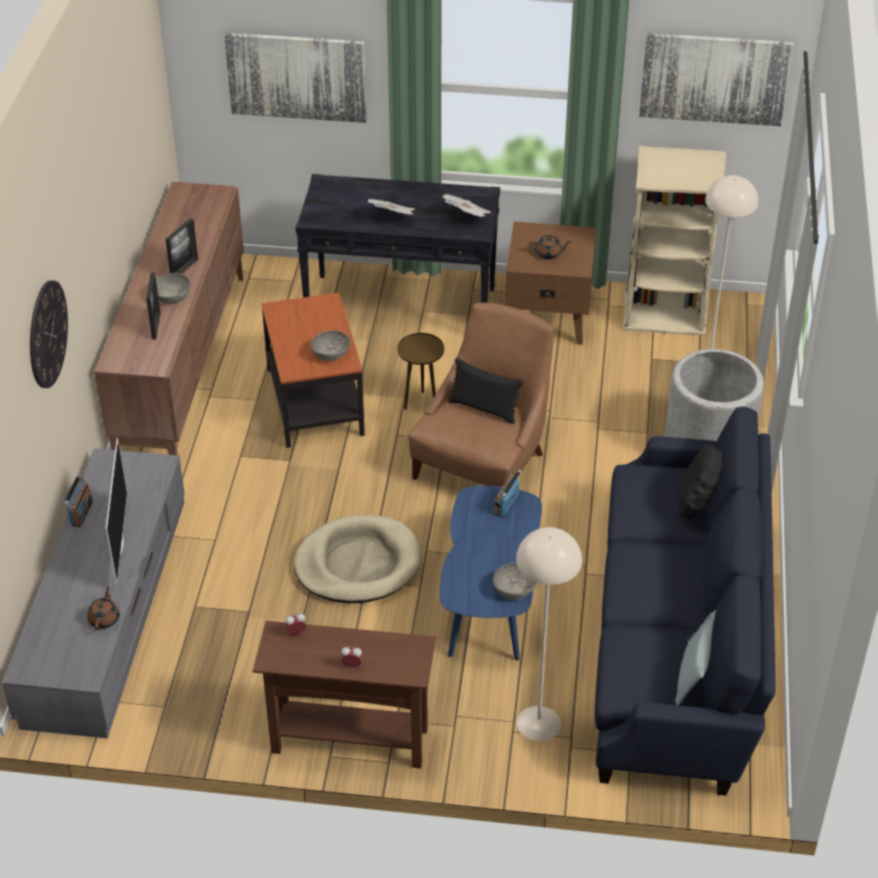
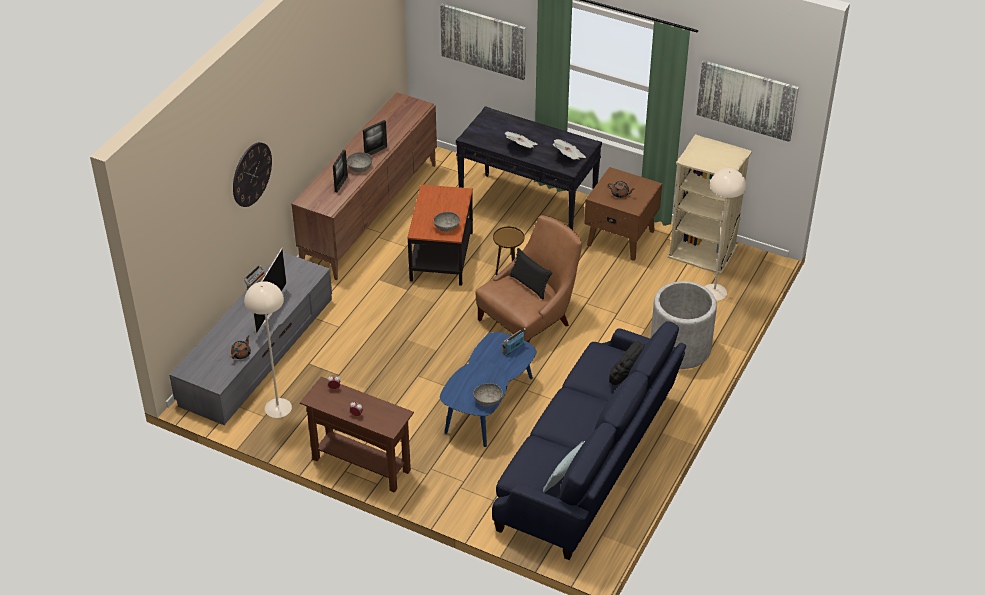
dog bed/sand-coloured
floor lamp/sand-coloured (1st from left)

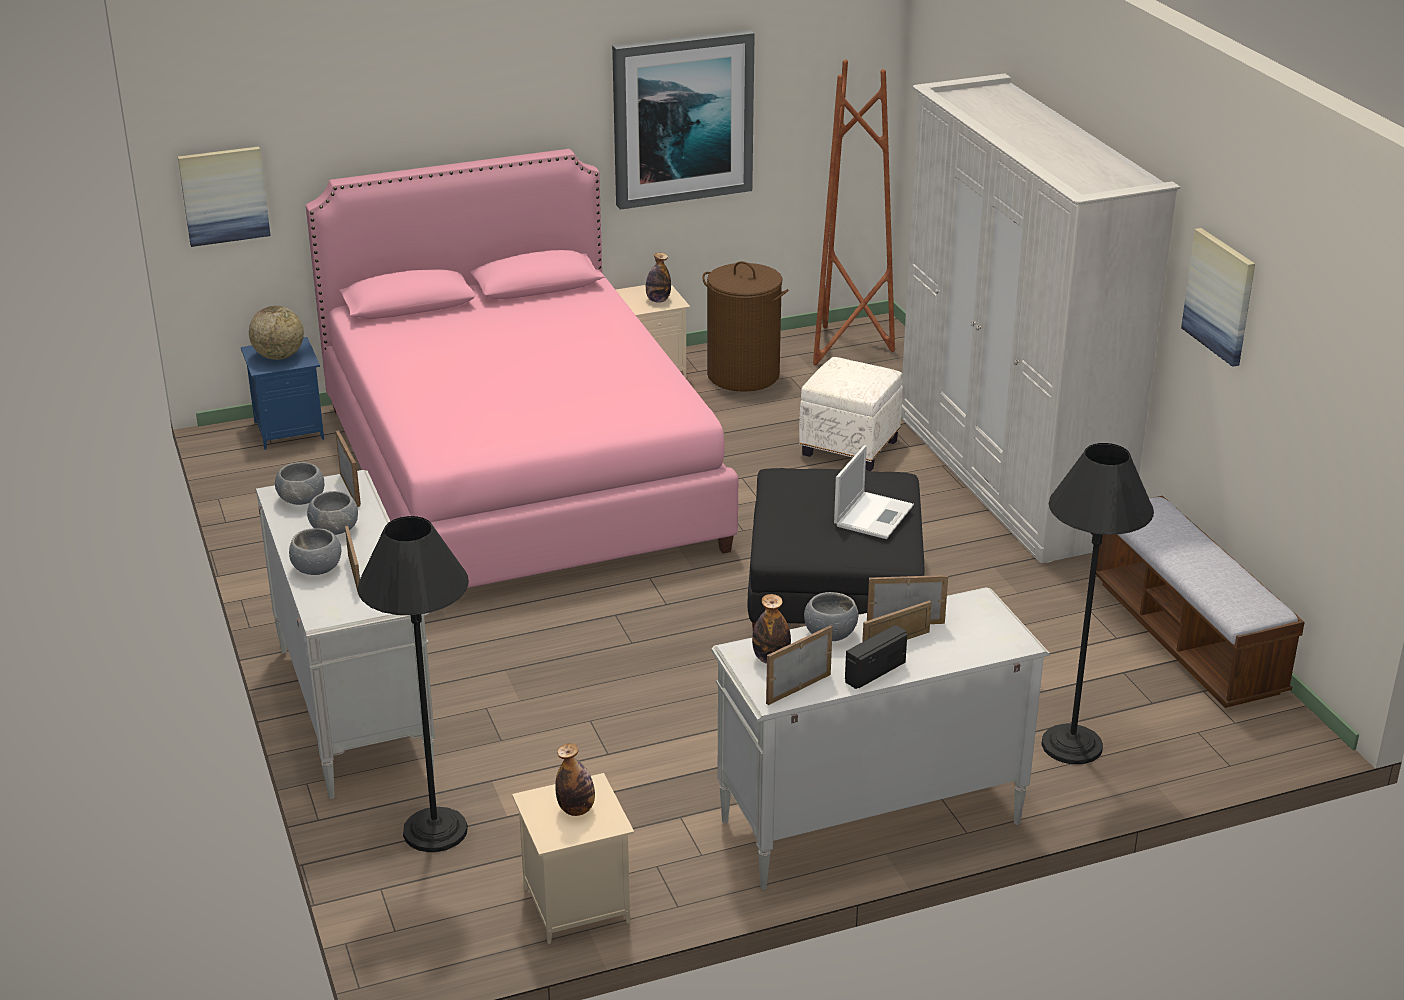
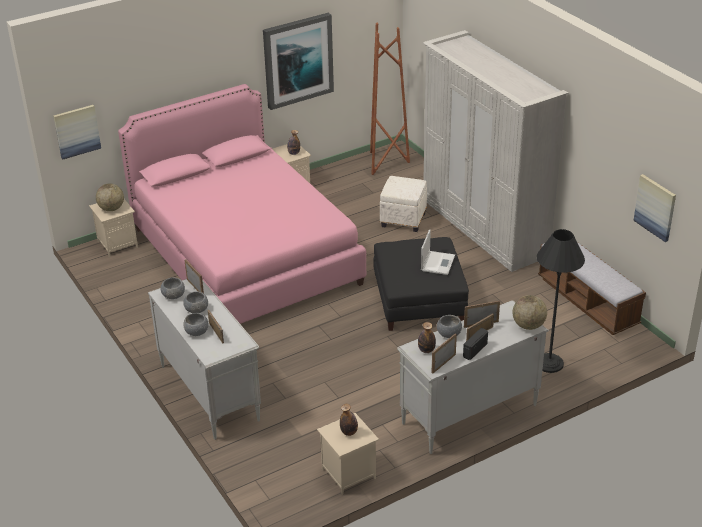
nightstand/sand-coloured (1st from left)
floor lamp/black (1st from left in the first image)
laundry basket/brown-coloured
picture (3rd from left)
world globe (2nd from left)

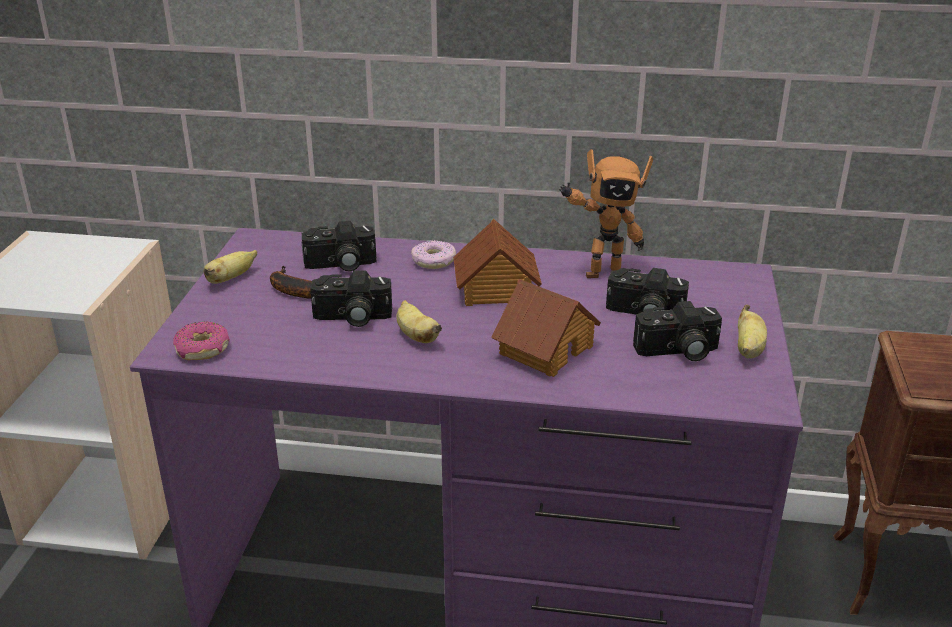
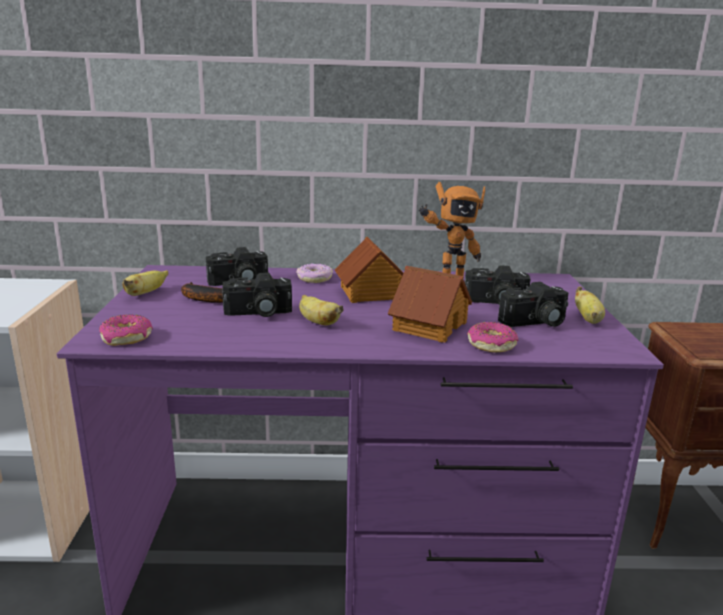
donut (3rd from left)

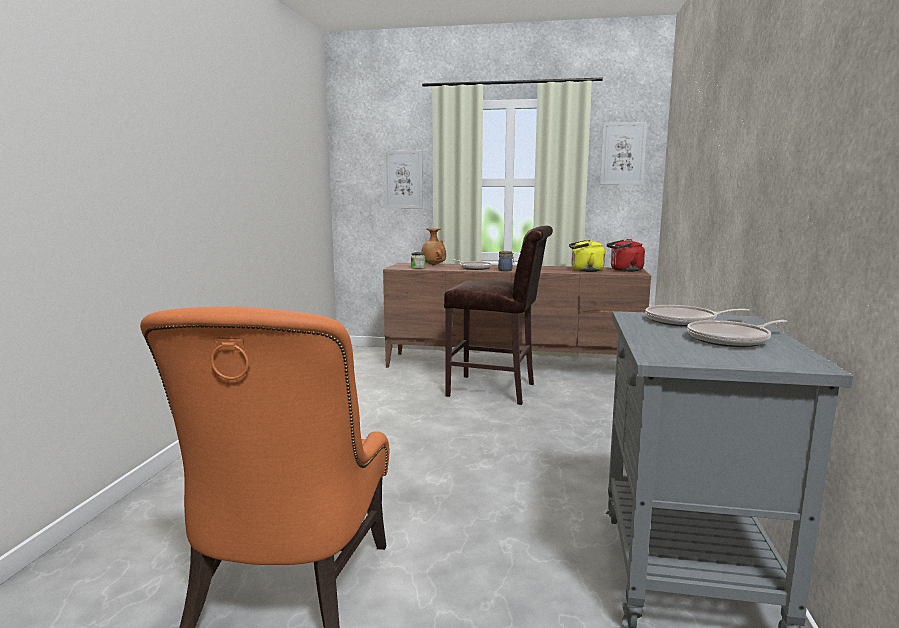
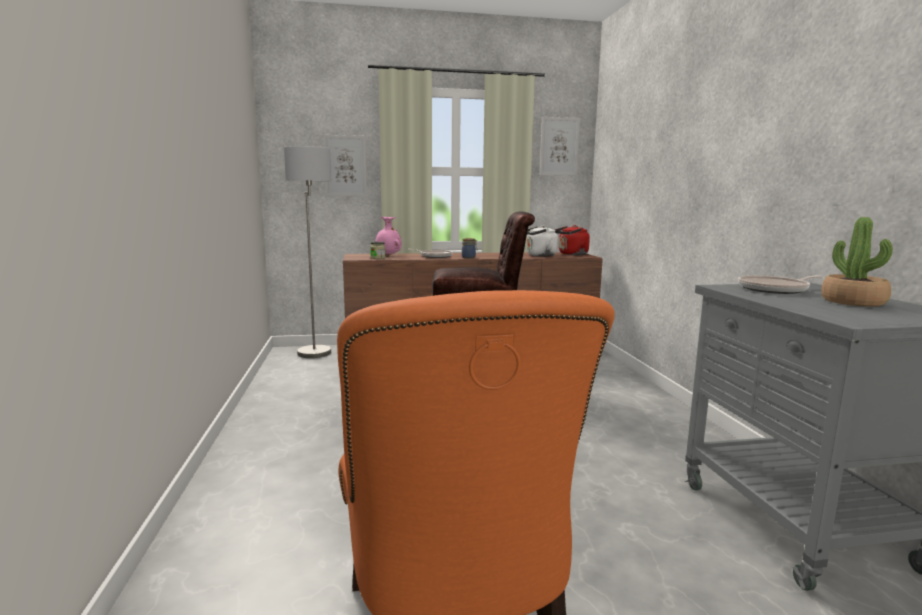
flower vase/pink
tea kettle/white
potted plant
floor lamp/gray

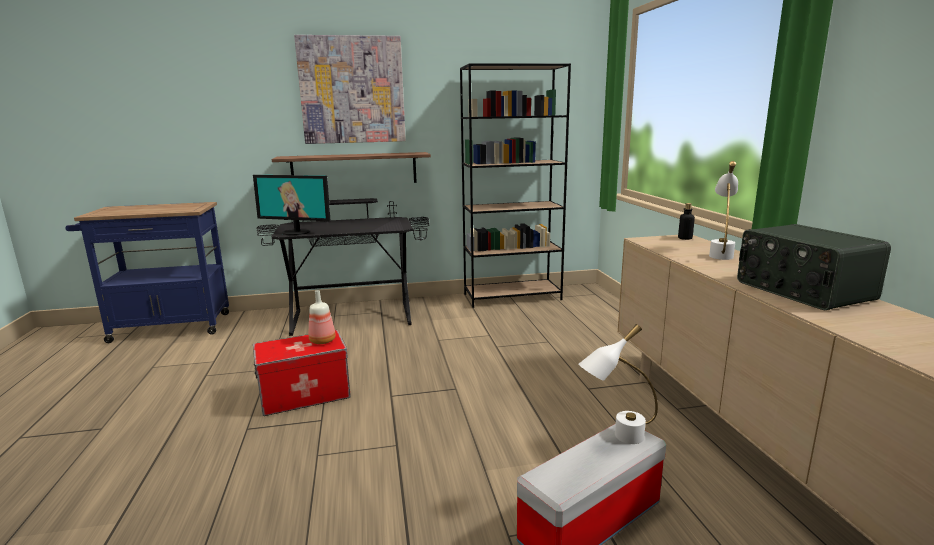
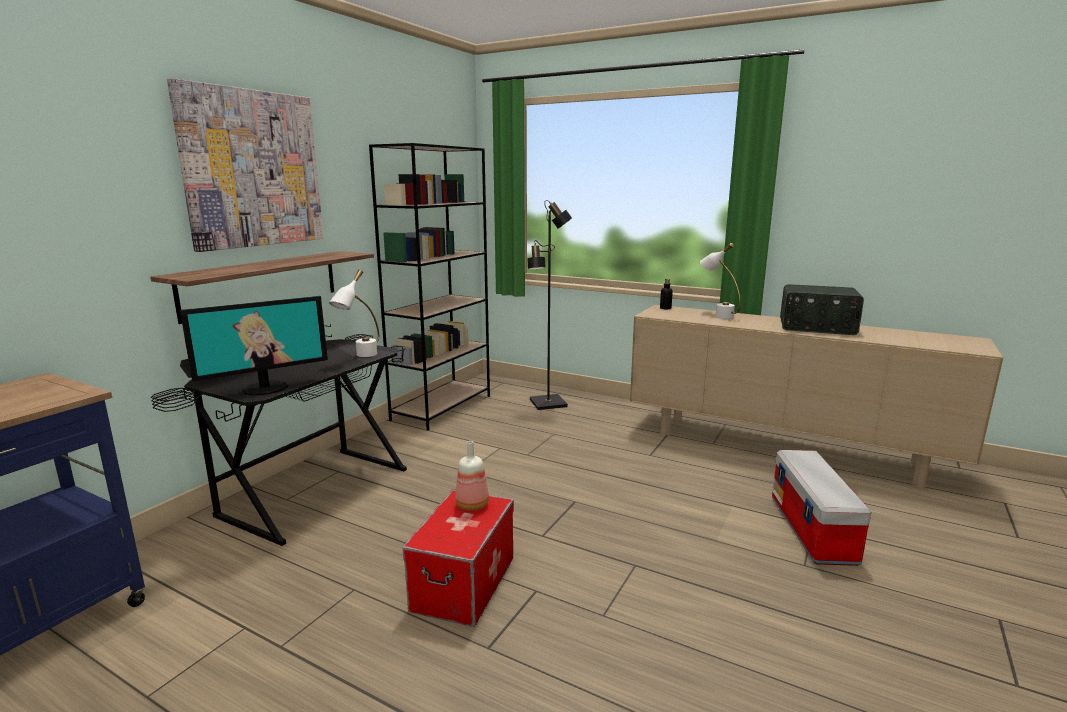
lamp for a table/white (1st from left)
floor lamp/black

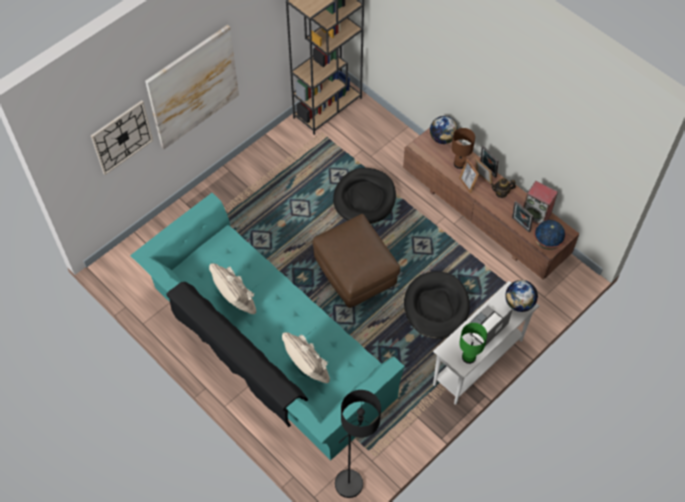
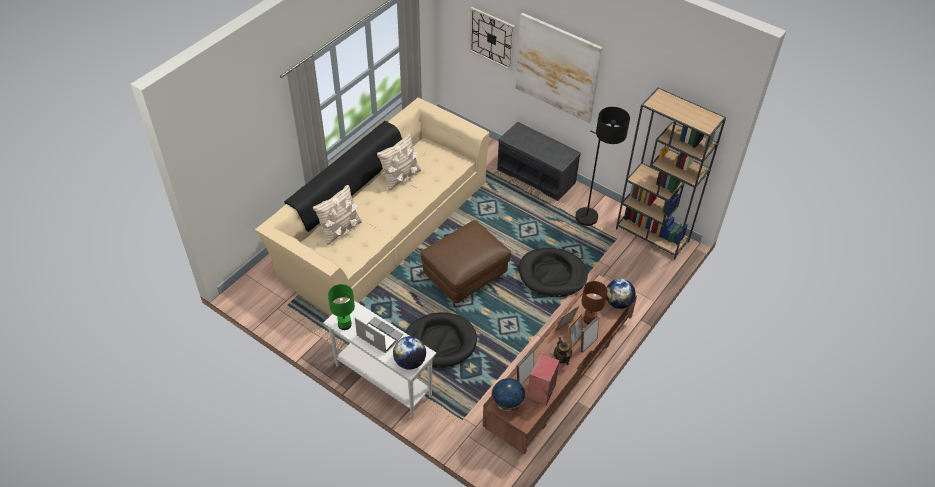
couch/sand-coloured
floor lamp/black
indoor bench/gray

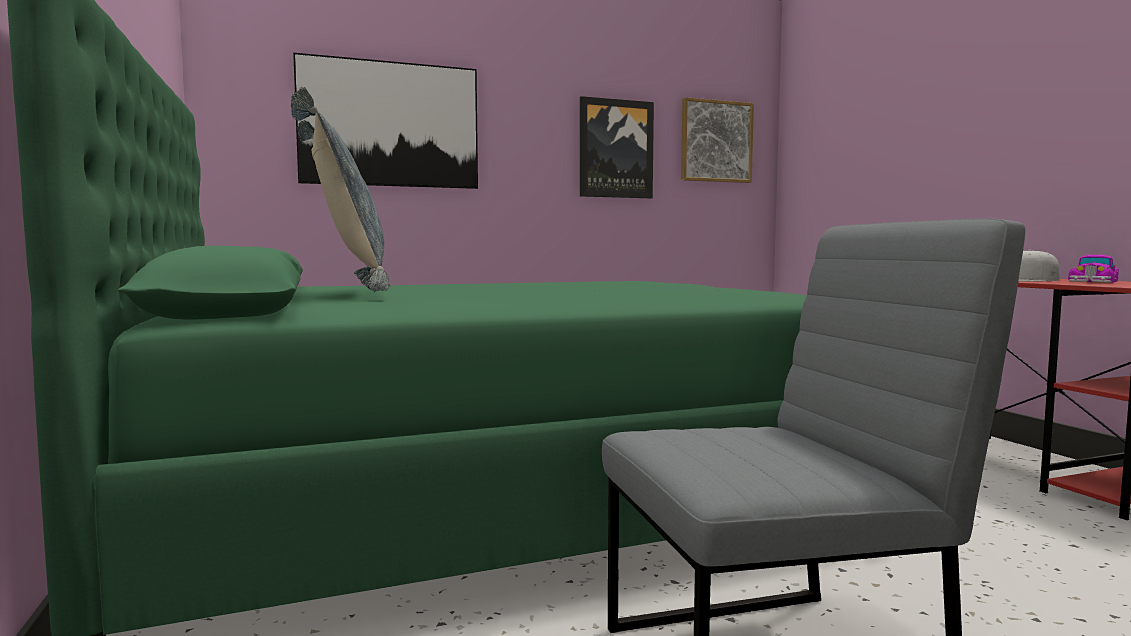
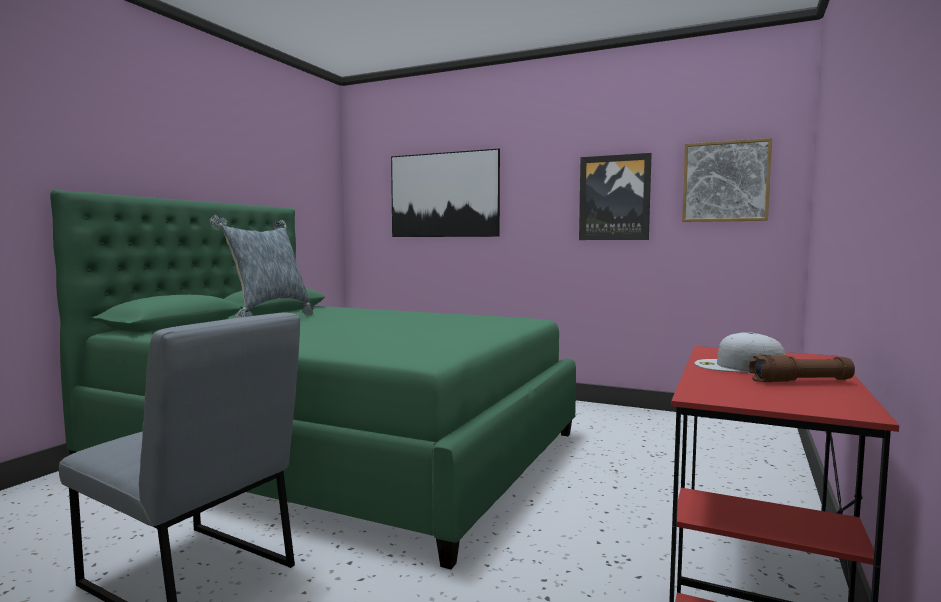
flashlight/brown-coloured

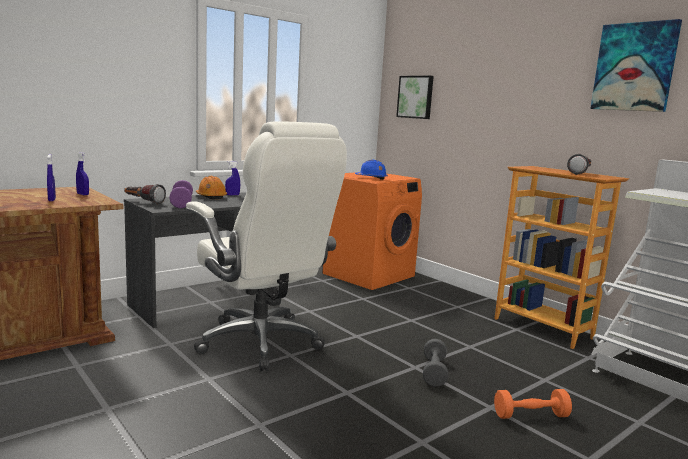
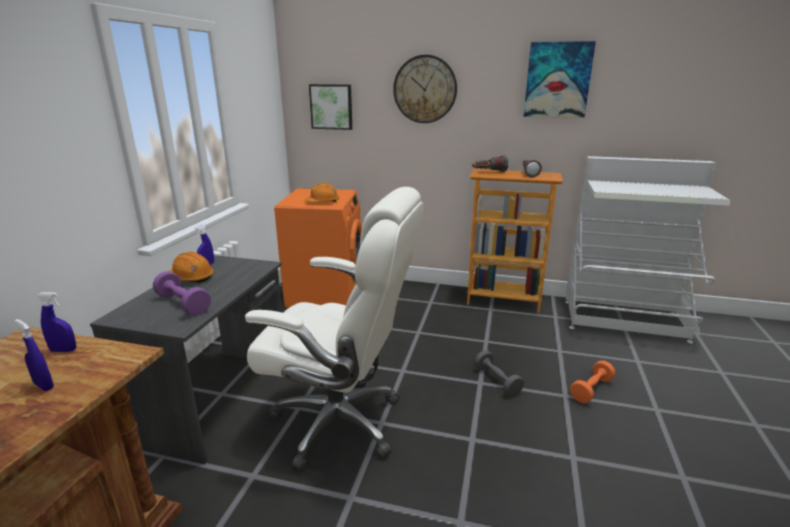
flashlight (1st from left)
hard hat/orange (2nd from left)
hanging clock

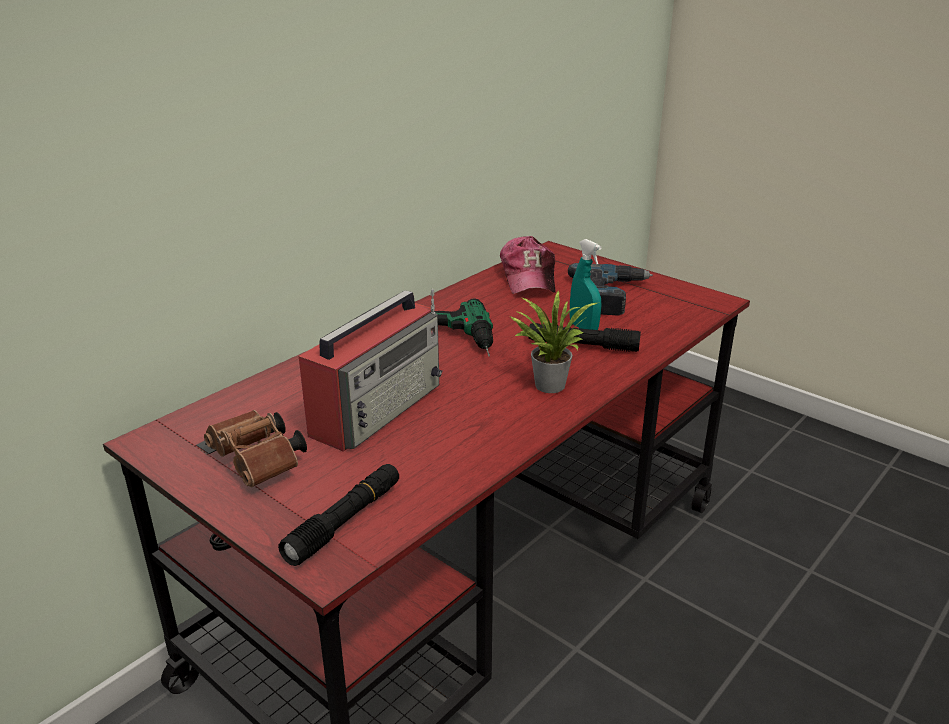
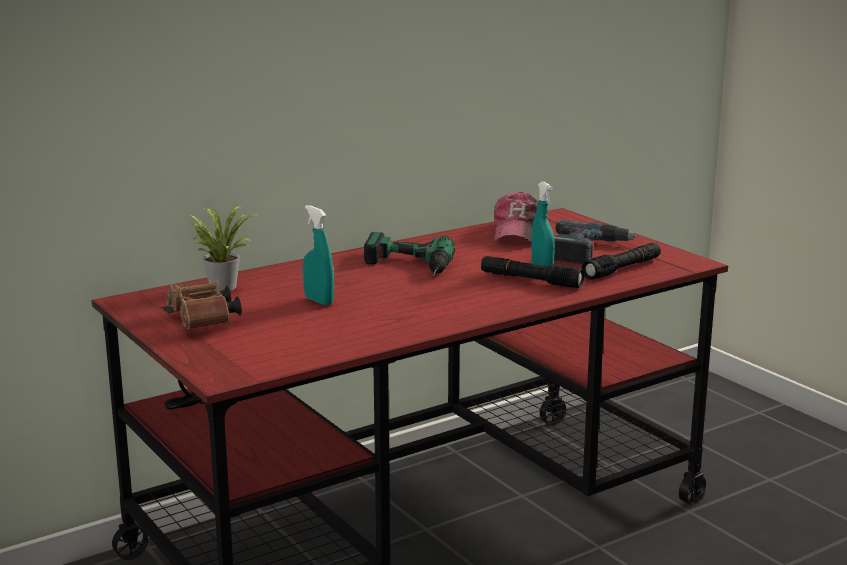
flashlight/black (2nd from left)
spray bottle/turquoise-coloured (1st from left)
potted plant

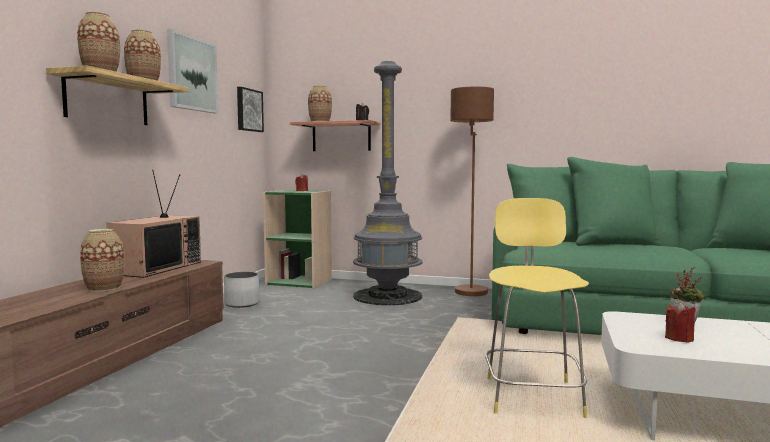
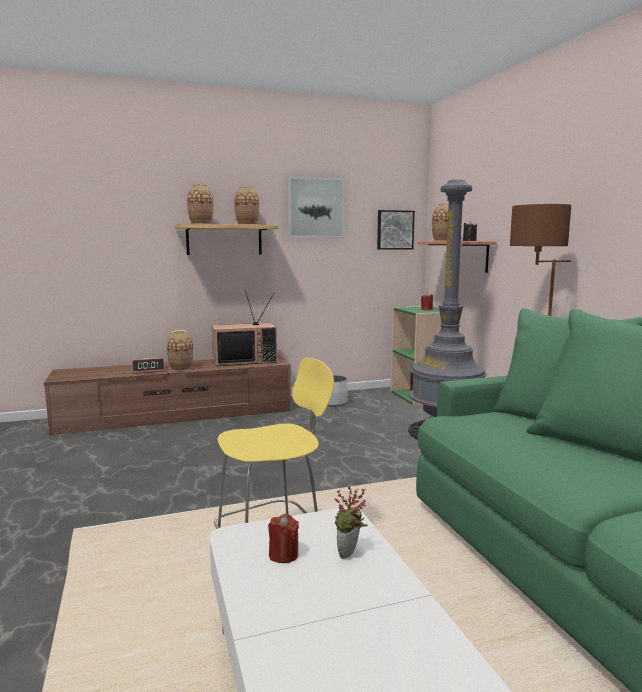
table clock

